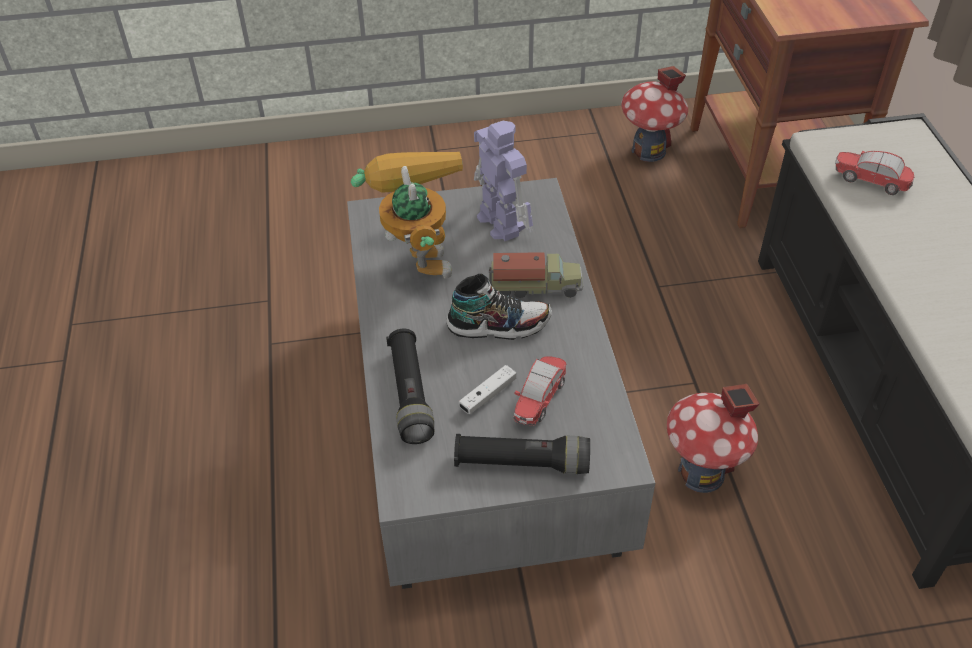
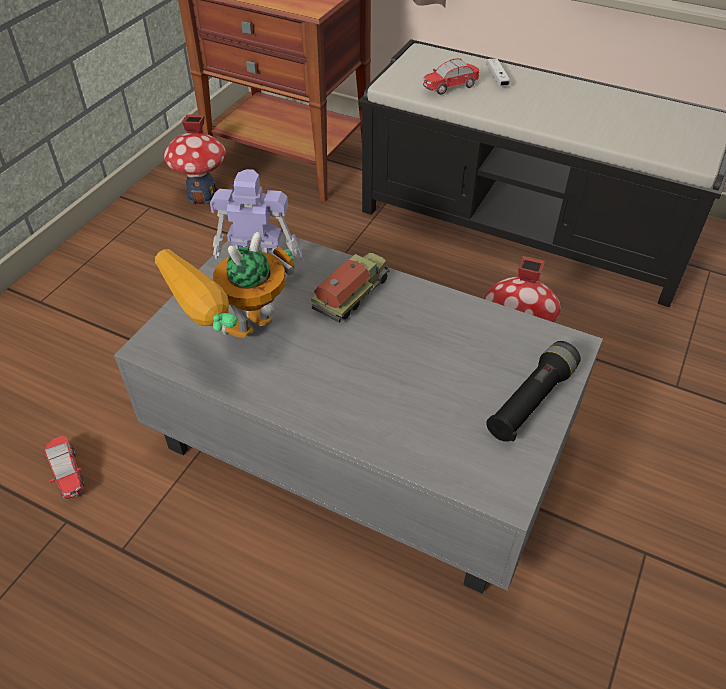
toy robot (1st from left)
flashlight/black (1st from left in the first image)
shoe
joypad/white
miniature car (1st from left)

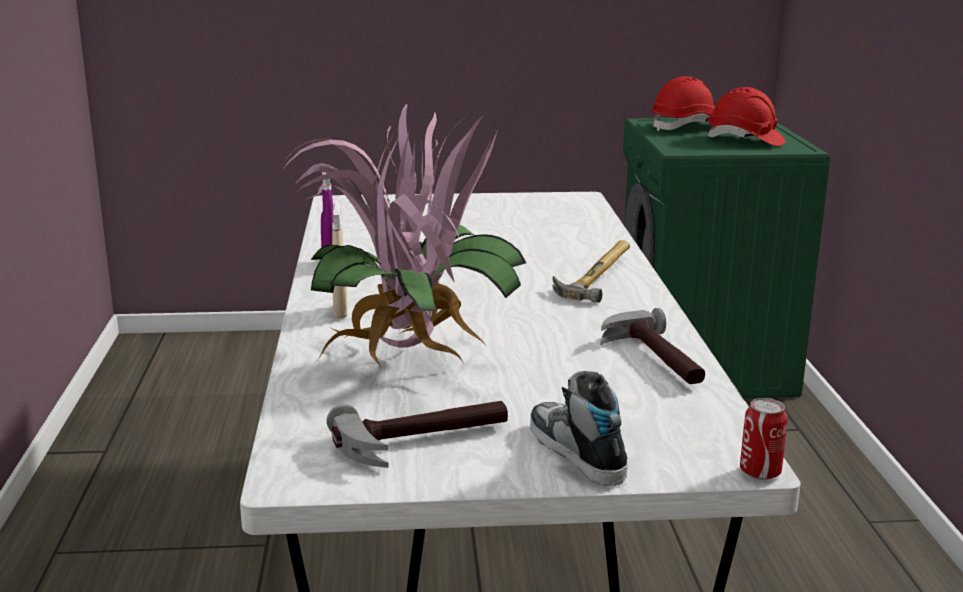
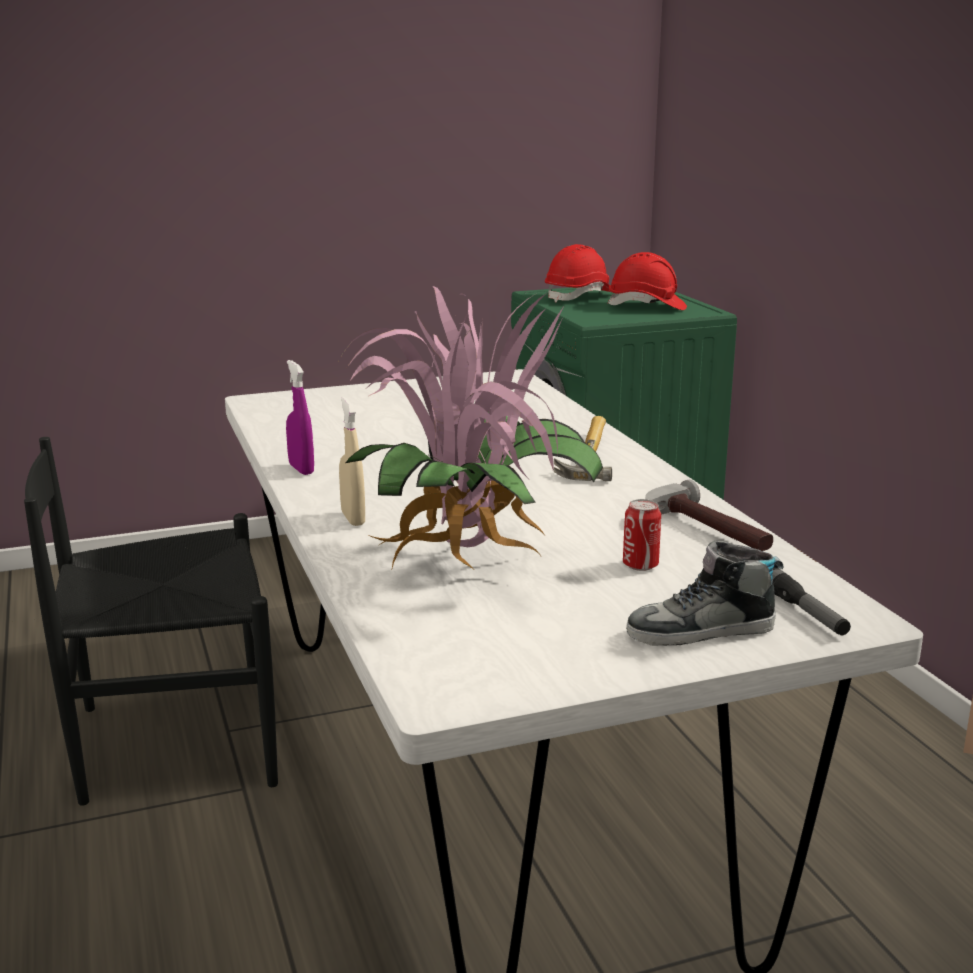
hammer (1st from left in the first image)
shoe
sealed can
upright chair/black
flashlight

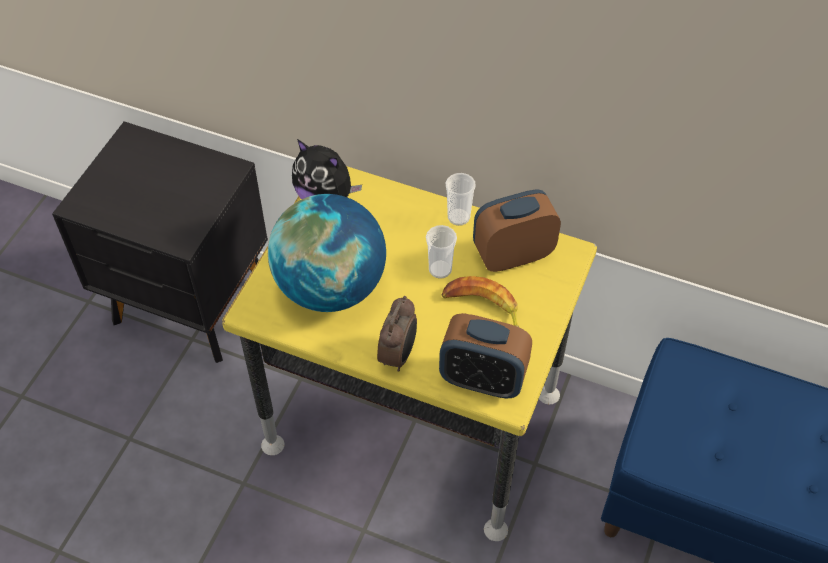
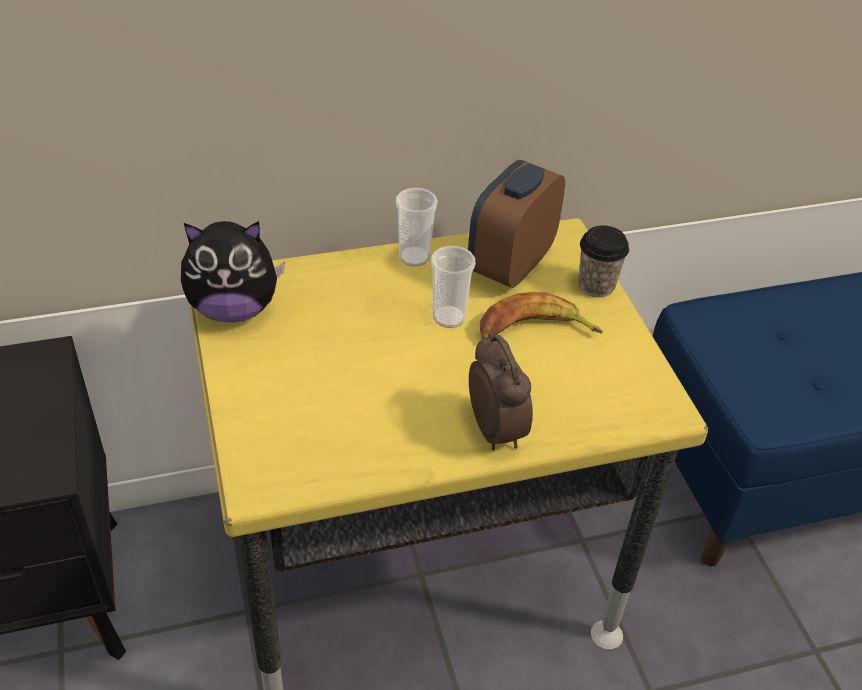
world globe
table clock (2nd from left in the first image)
small cup (3rd from left)

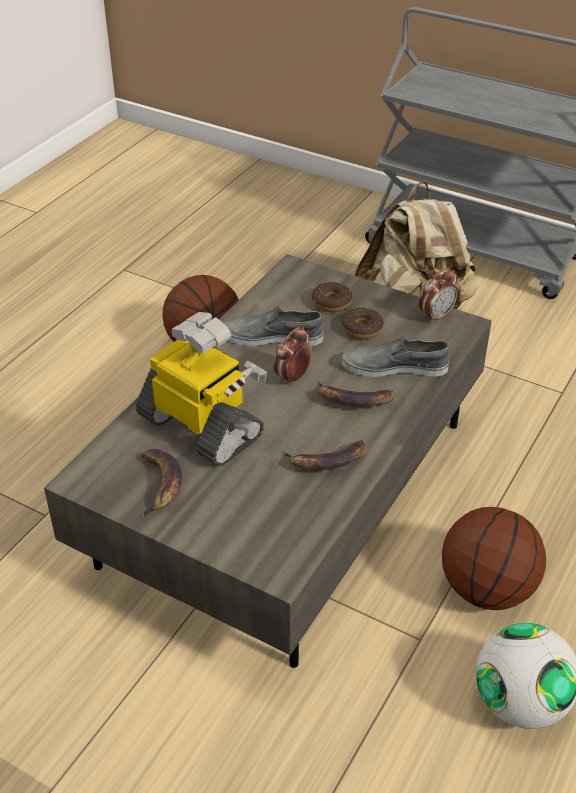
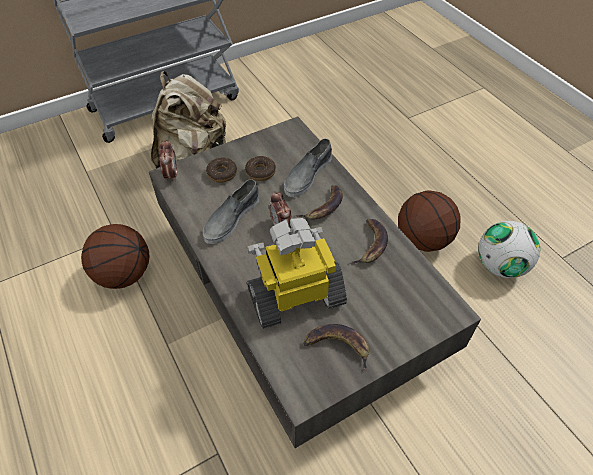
table clock (1st from left)

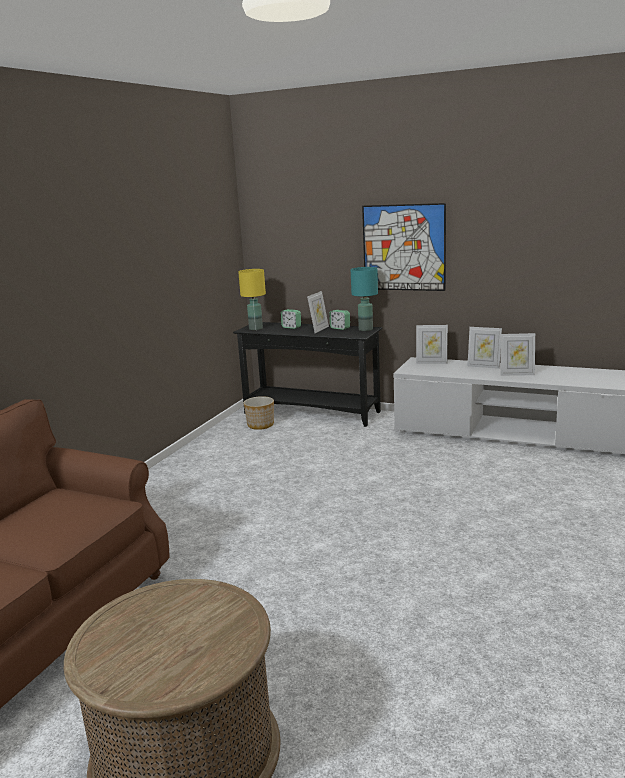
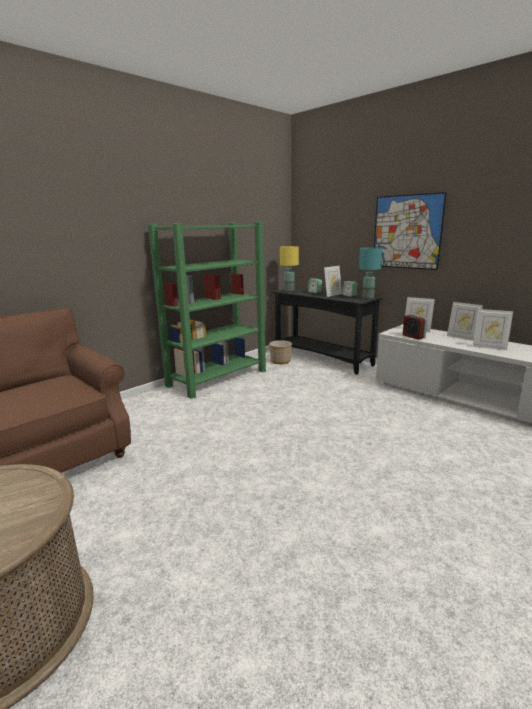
shelving unit/green-coloured
table clock (3rd from left)

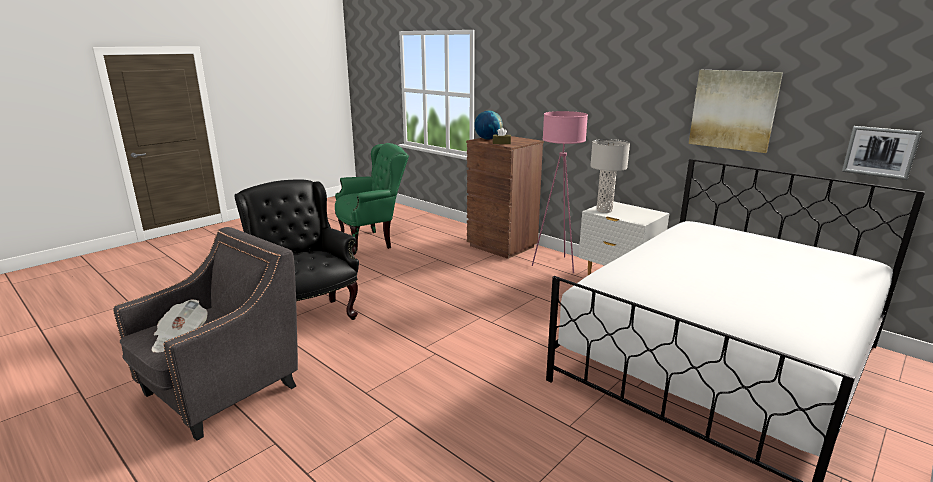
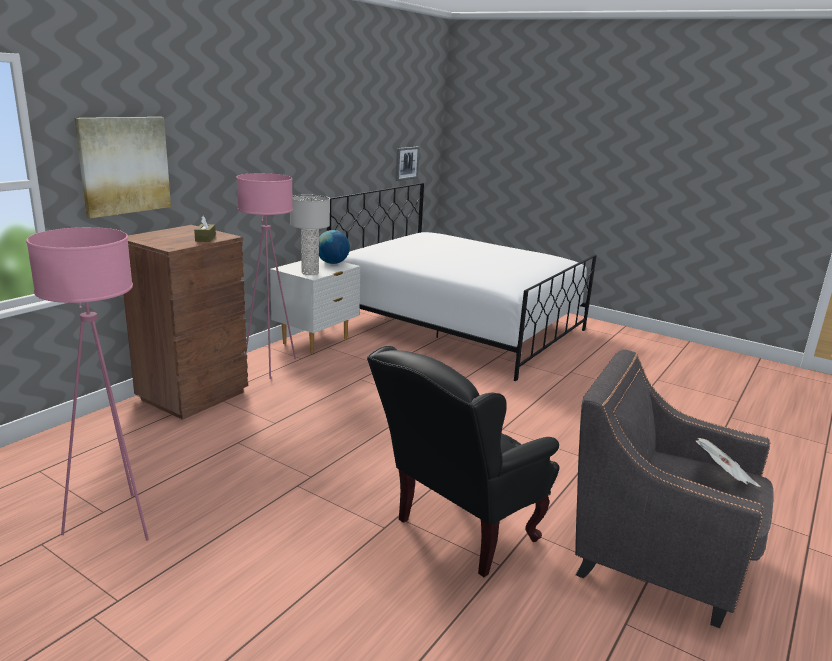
floor lamp/pink (1st from left)
world globe
picture (1st from left)

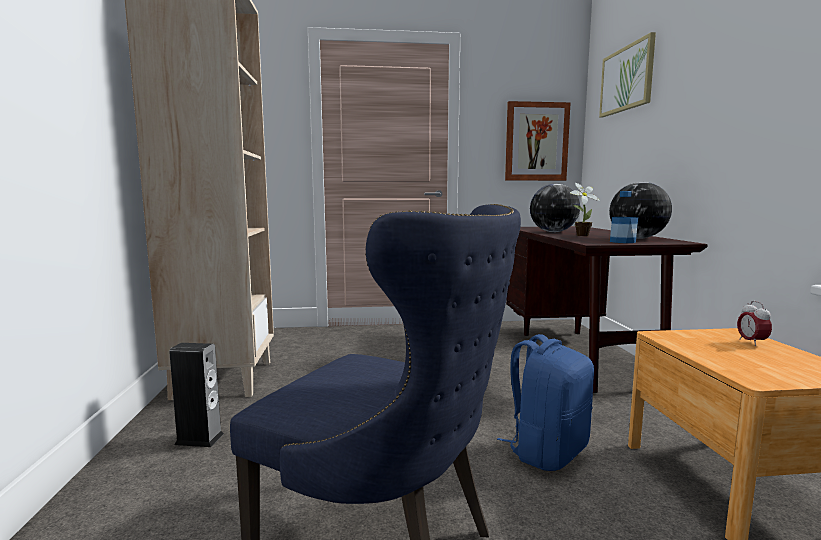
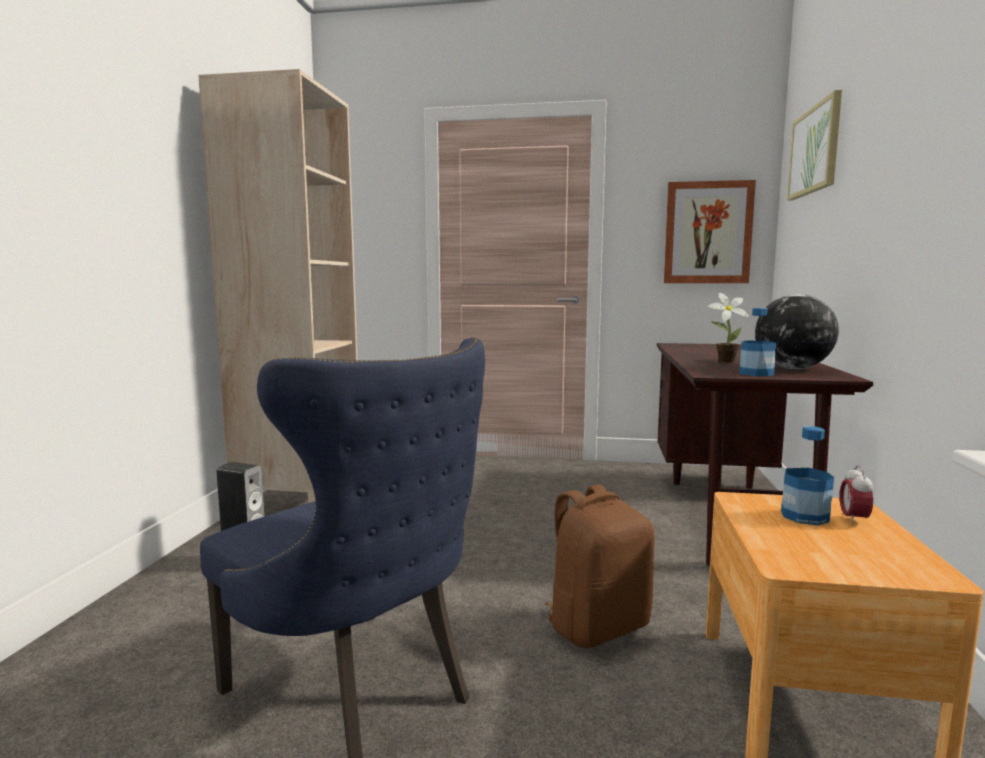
knapsack/brown-coloured
world globe (1st from left in the first image)
beverage bottle (2nd from left)

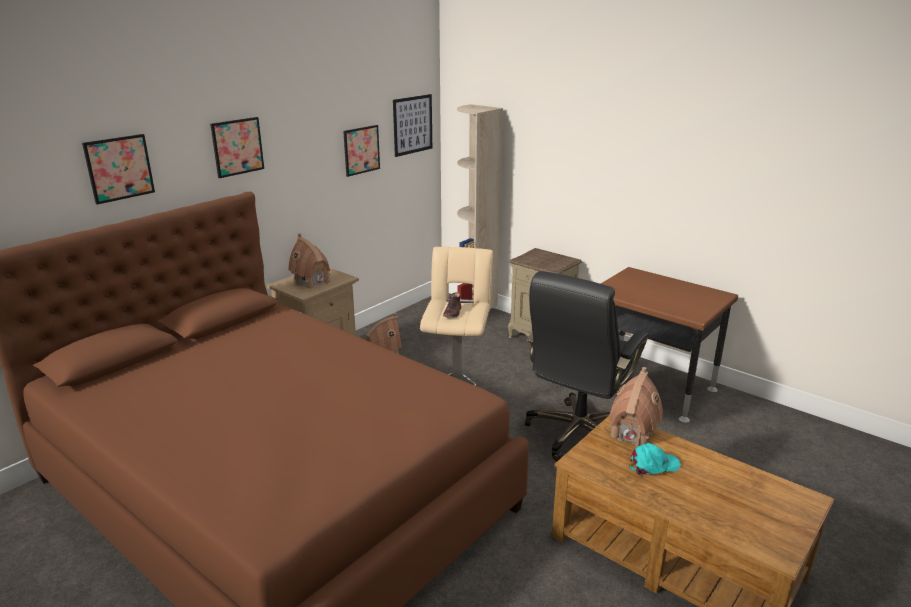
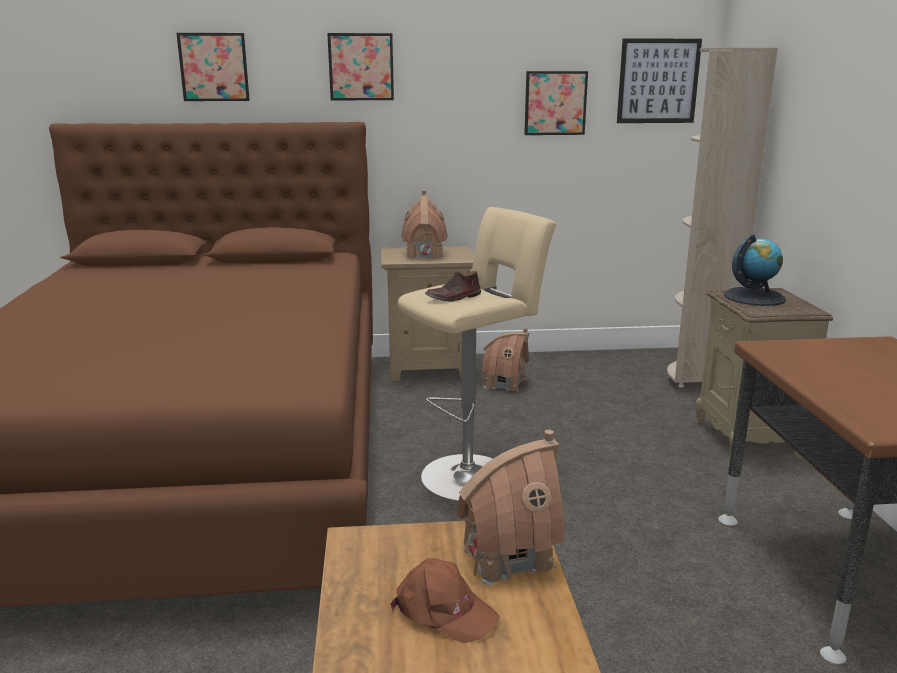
office chair/black
cap/brown-coloured
world globe

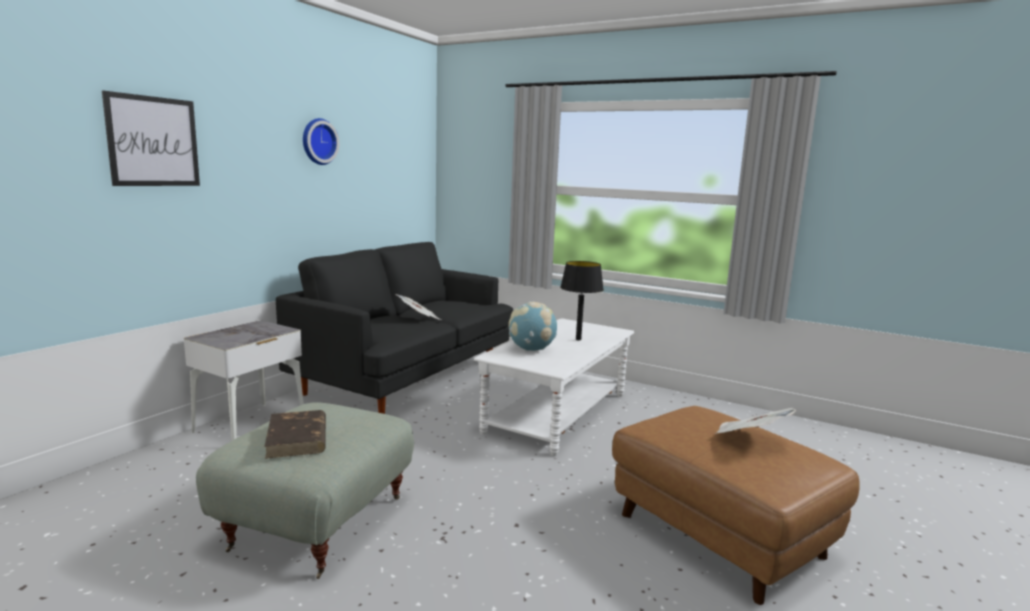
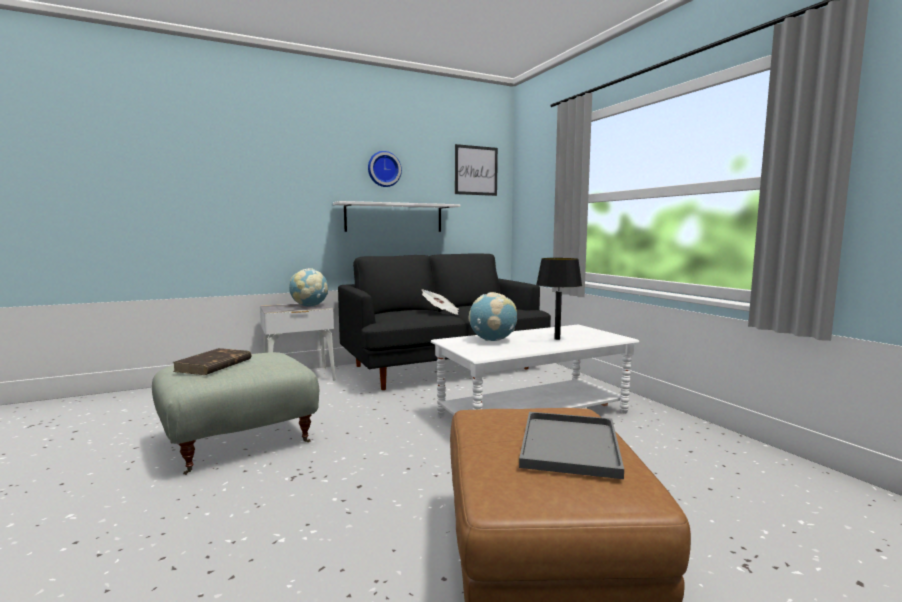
picture
carrying tray/gray
world globe (1st from left)
bracket shelf/white

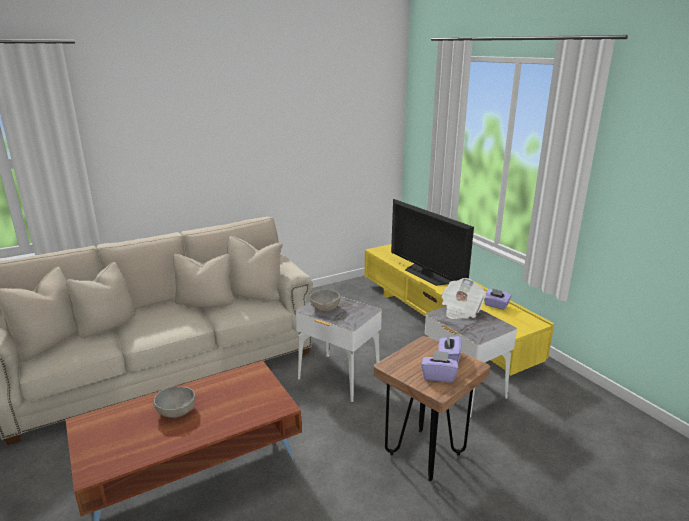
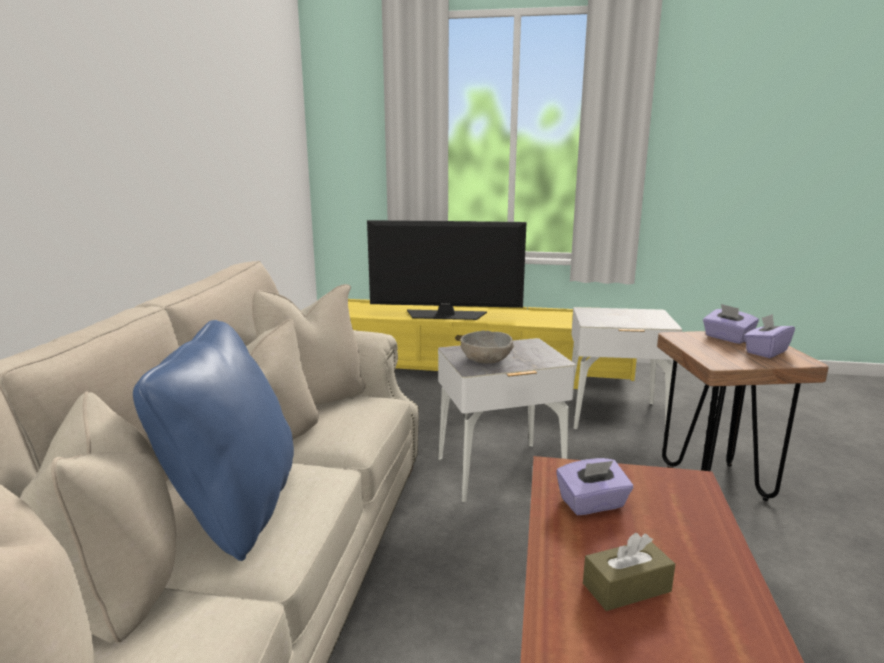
tissue holder/brown-coloured
daily paper
tissue holder/purple-coloured (1st from left)
cushion/bluish

